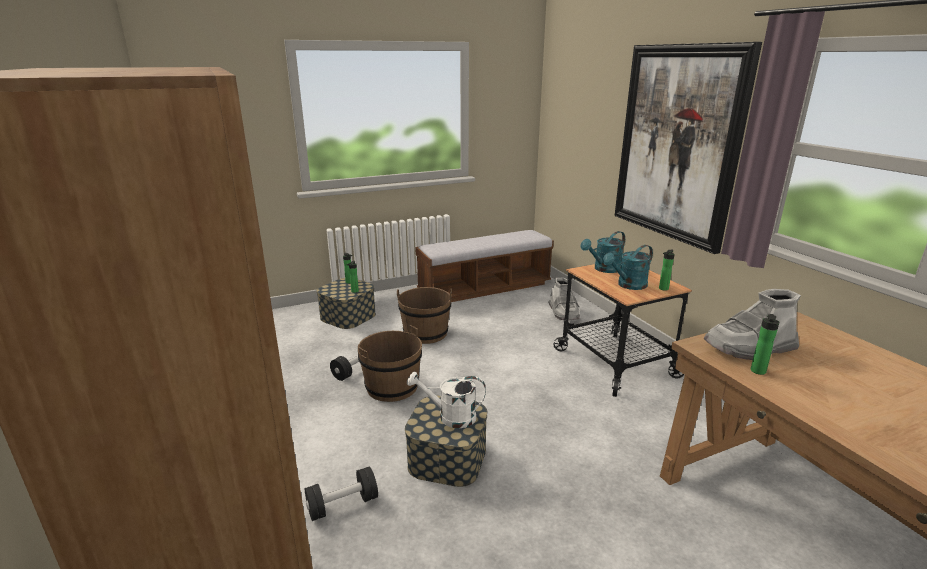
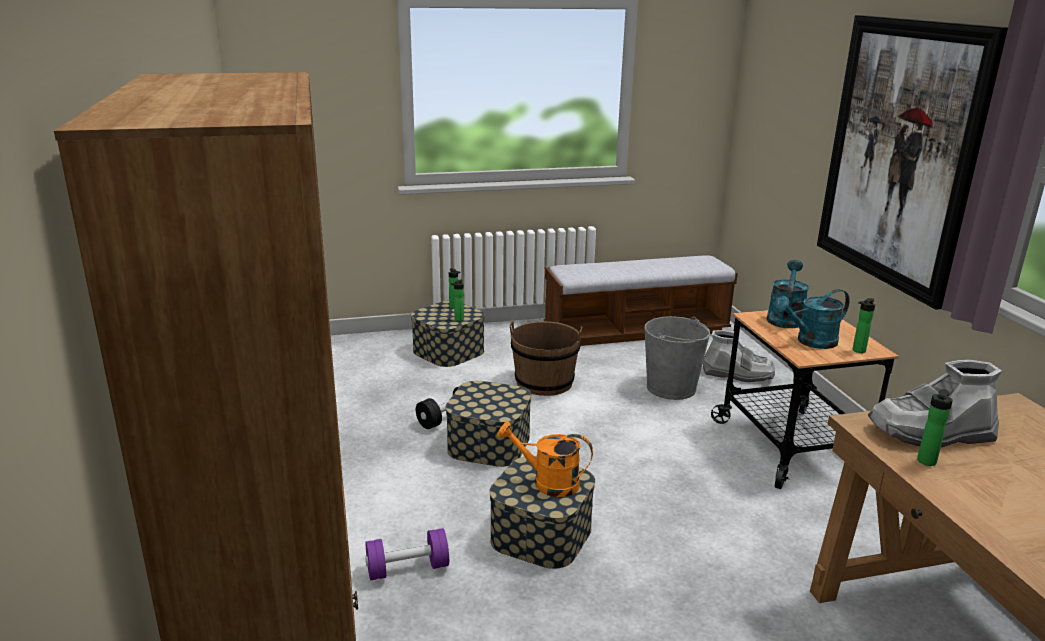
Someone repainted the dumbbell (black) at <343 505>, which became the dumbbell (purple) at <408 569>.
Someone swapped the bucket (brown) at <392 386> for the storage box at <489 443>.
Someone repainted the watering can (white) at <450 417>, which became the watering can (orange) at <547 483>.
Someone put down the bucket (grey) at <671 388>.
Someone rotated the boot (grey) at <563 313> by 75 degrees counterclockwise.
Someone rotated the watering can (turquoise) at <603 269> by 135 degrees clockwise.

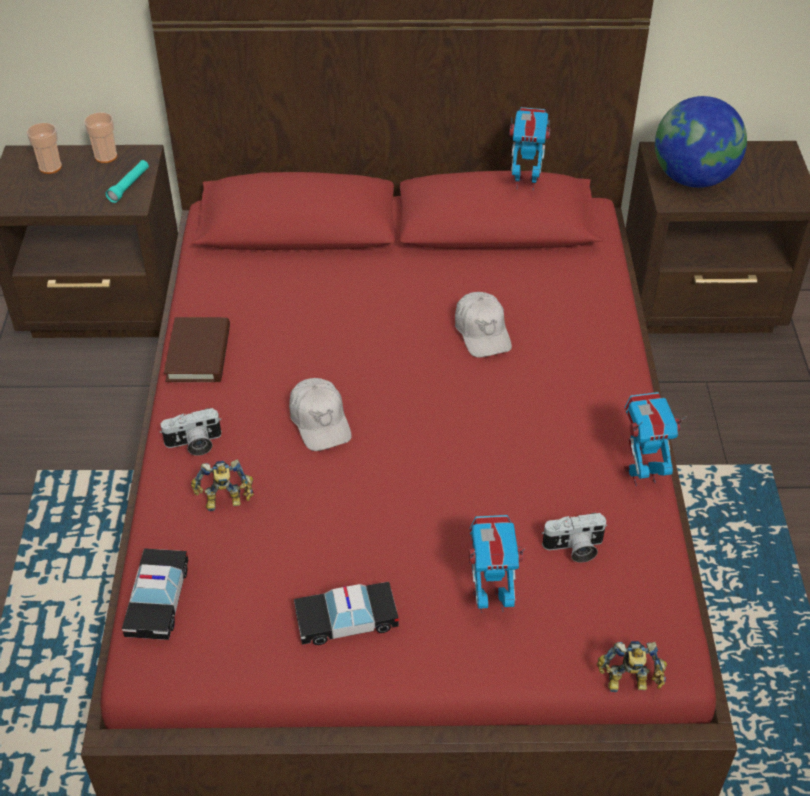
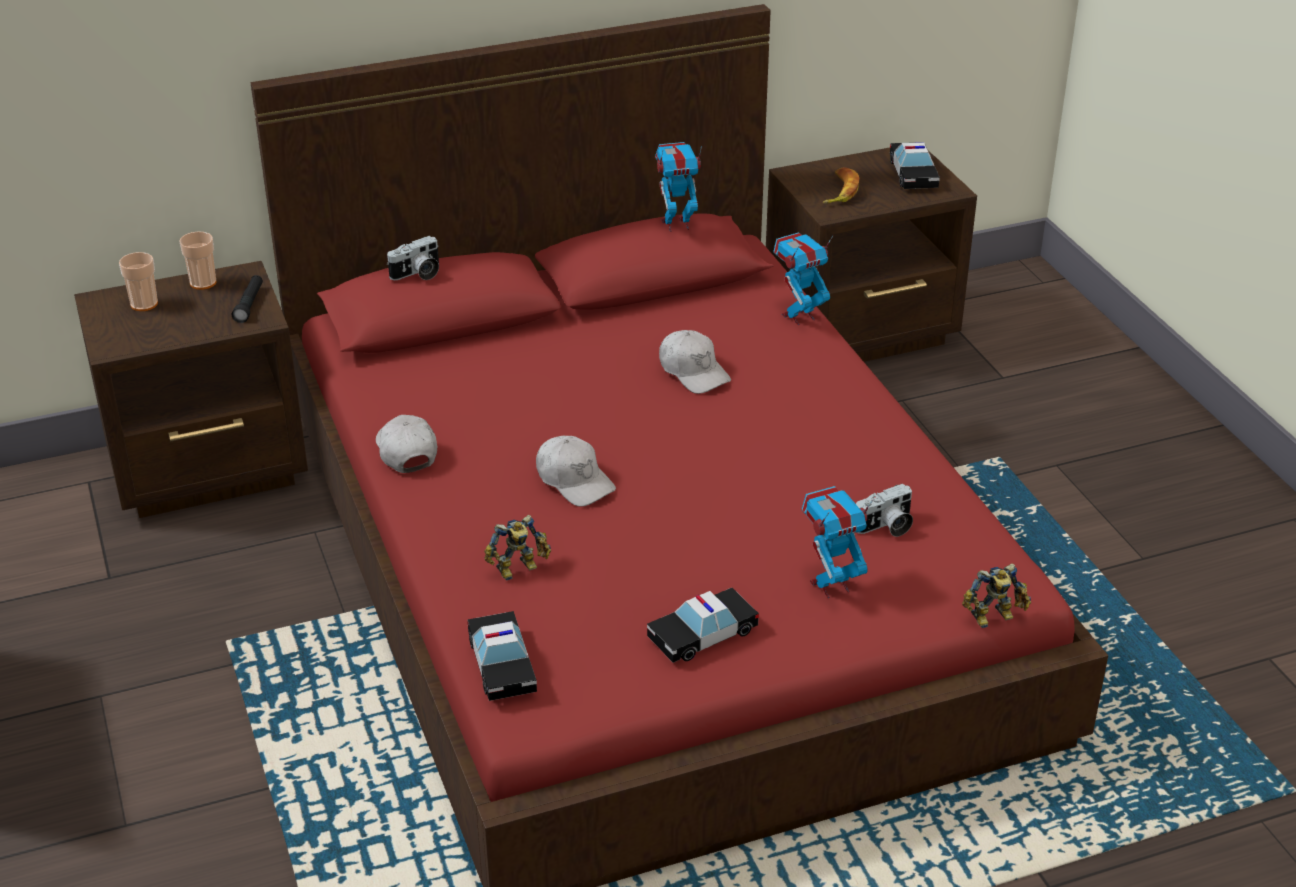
Someone repainted the flashlight (turquoise) at <129 186>, which became the flashlight (black) at <249 305>.
Someone swapped the book (brown) at <198 354> for the cap (white) at <406 451>.
Someone carried the photo camera from <194 444> to <418 274>.
Someone carried the toy robot from <641 474> to <799 316>.
Someone swapped the globe at <692 179> for the banana at <839 191>.
Someone put down the toy car at <913 174>.

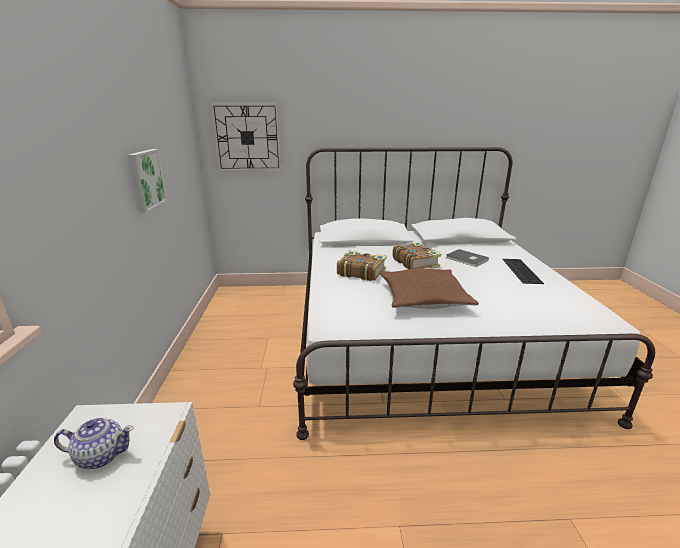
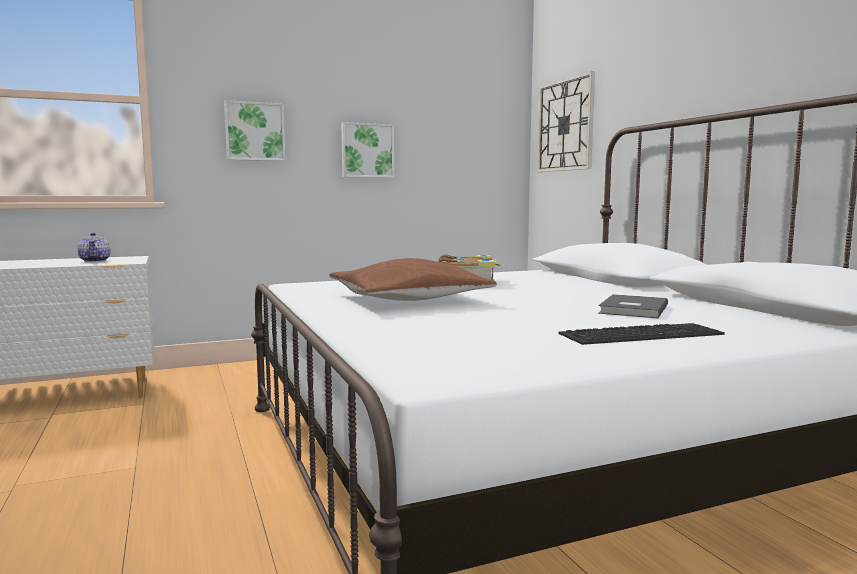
Someone put up the picture at <254 131>.
Someone took away the book at <415 262>.

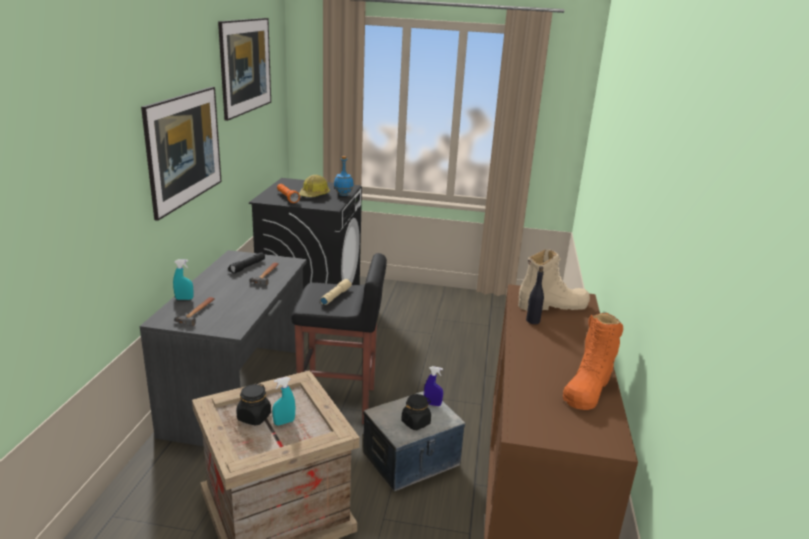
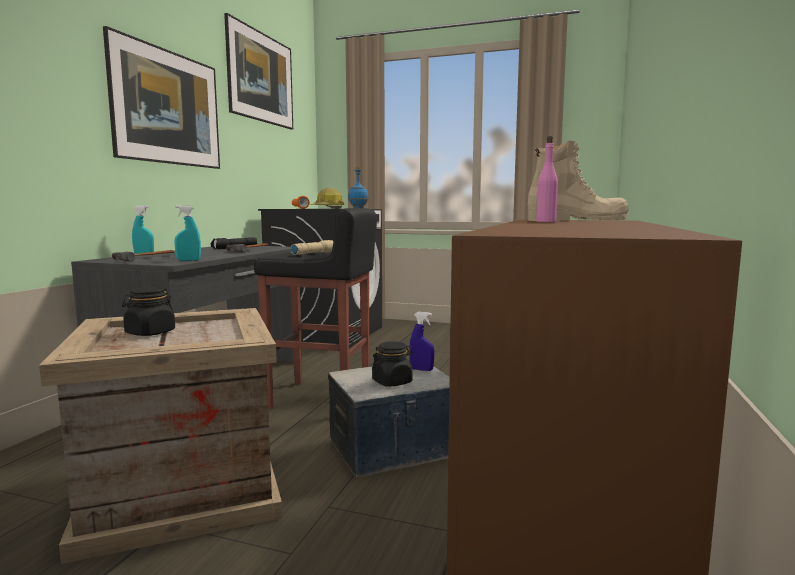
Someone carried the spray bottle (turquoise) from <284 422> to <188 260>.
Someone repainted the bottle (black) at <532 321>, which became the bottle (pink) at <545 221>.
Someone took away the boot (orange) at <588 387>.

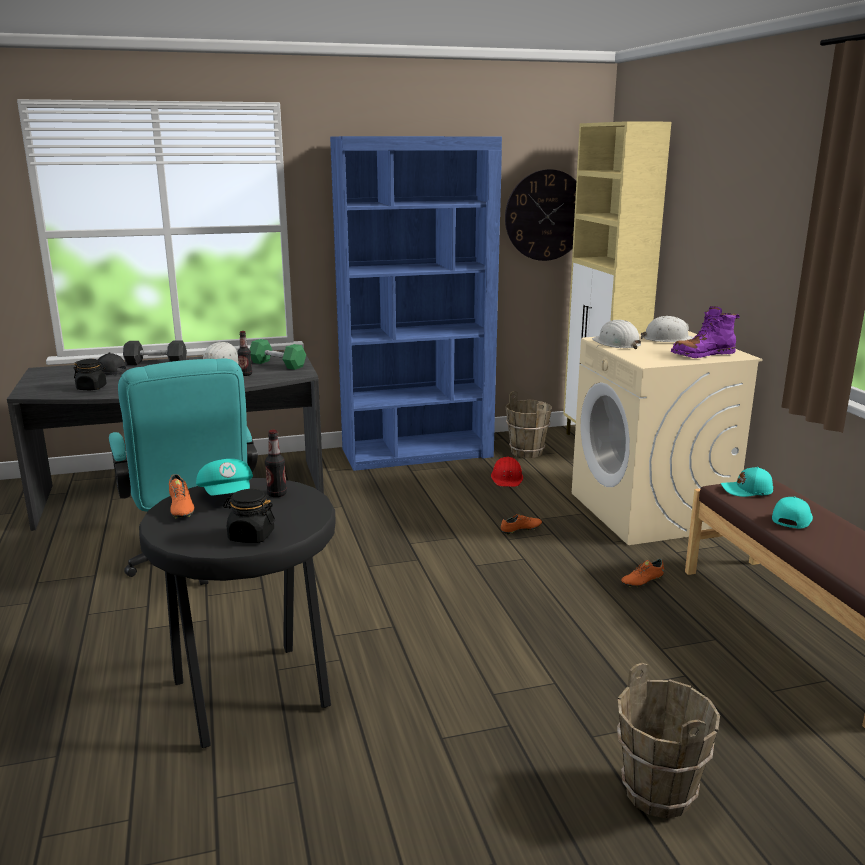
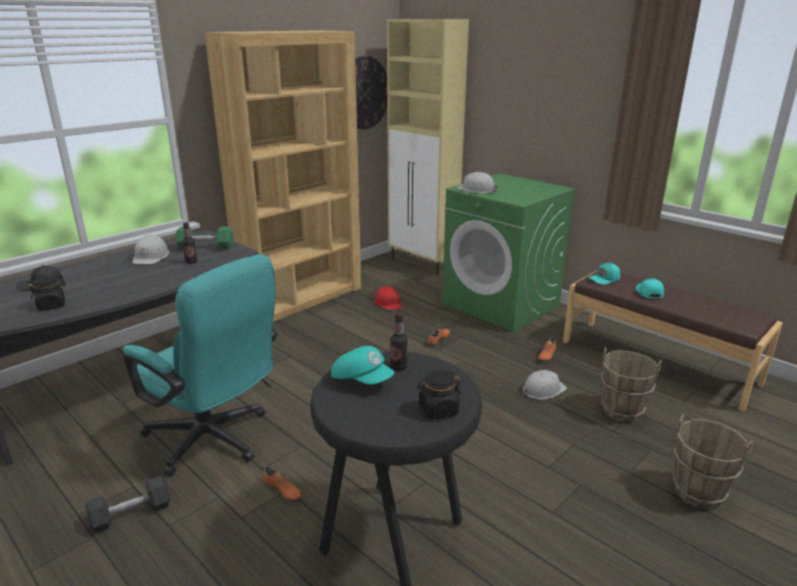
Someone carried the dumbbell (grey) from <156 363> to <131 514>.
Someone repainted the bookcase (blue) at <417 453>, which became the bookcase (brown) at <302 297>.
Someone carried the shoe (orange) from <180 508> to <282 490>.
Someone repainted the washing machine (beige) at <650 511>, which became the washing machine (green) at <501 305>.
Someone carried the hard hat (white) from <668 339> to <543 390>.
Someone carried the bucket (brown) from <527 452> to <621 411>.
Someone took away the boot (purple) at <702 355>.

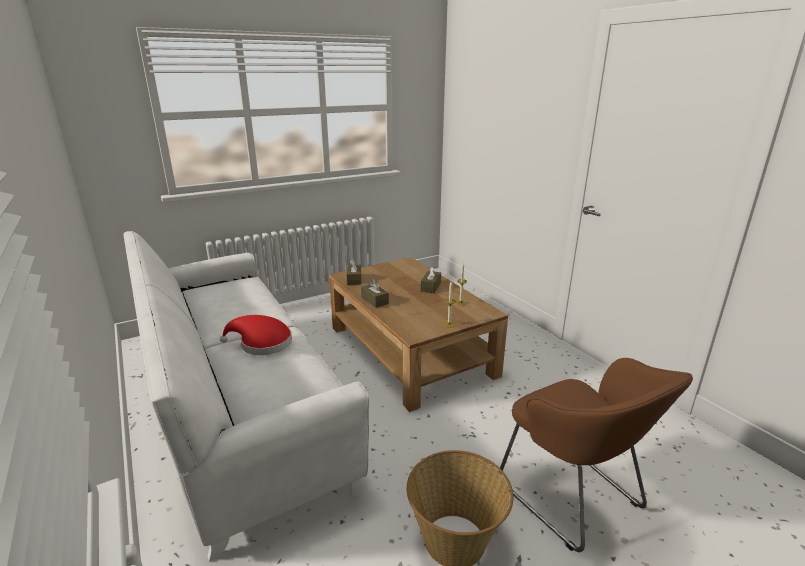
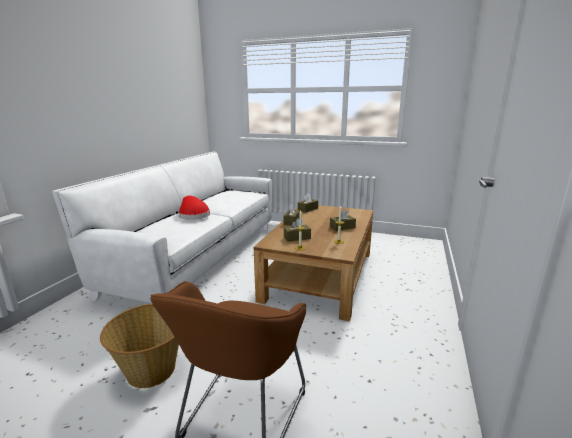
Someone put down the tissue box (brown) at <297 238>.

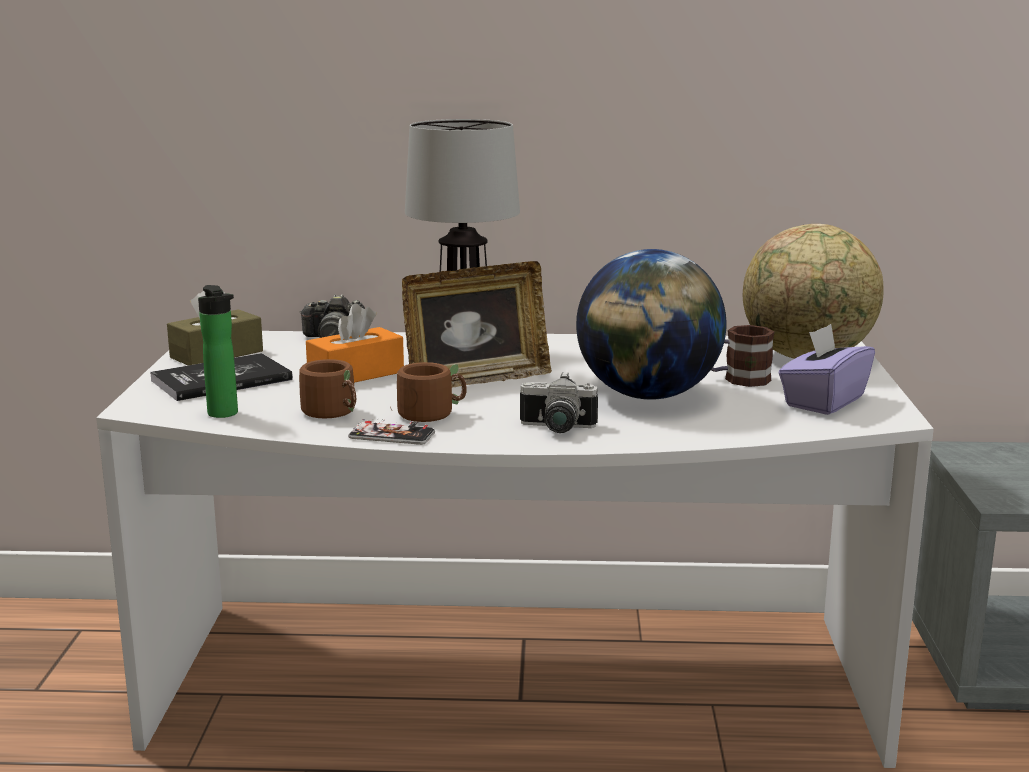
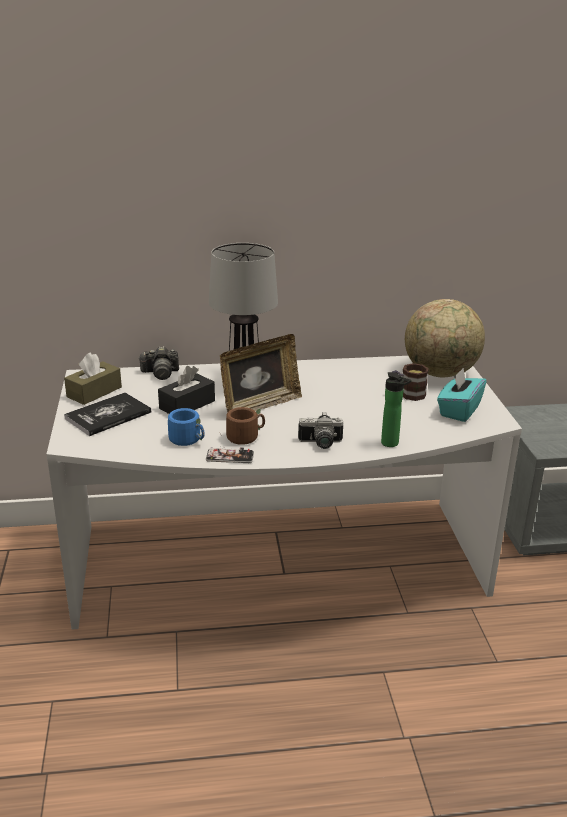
Someone repainted the tissue box (orange) at <356 374>, which became the tissue box (black) at <187 405>.
Someone repainted the mug (brown) at <335 412>, which became the mug (blue) at <189 439>.
Someone carried the bottle from <225 414> to <392 444>.
Someone repainted the tissue box (purple) at <823 401>, which became the tissue box (turquoise) at <459 410>.
Someone took away the globe at <648 396>.

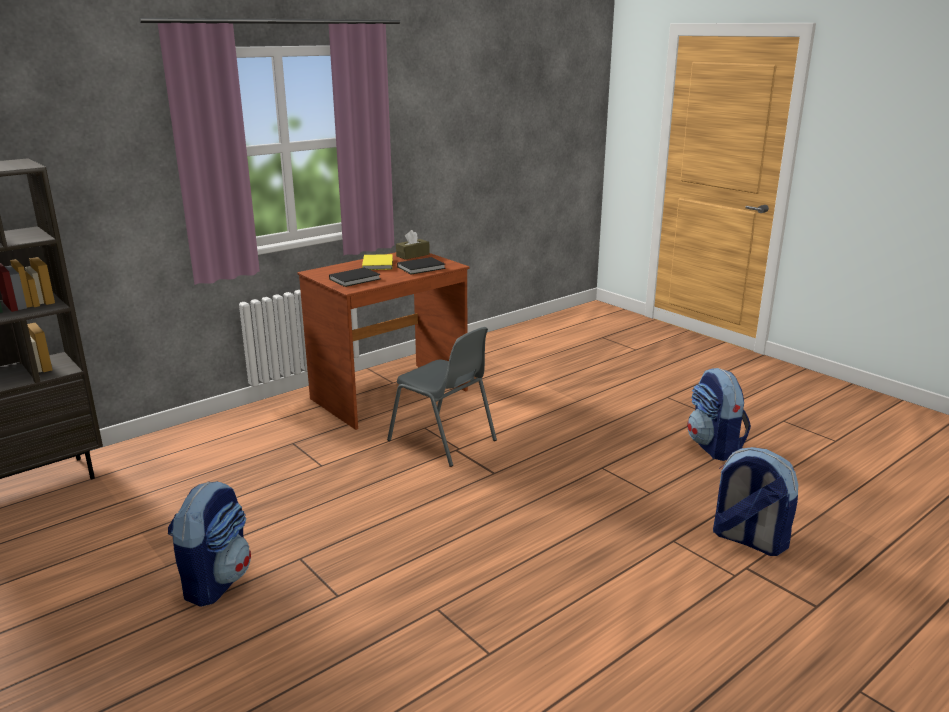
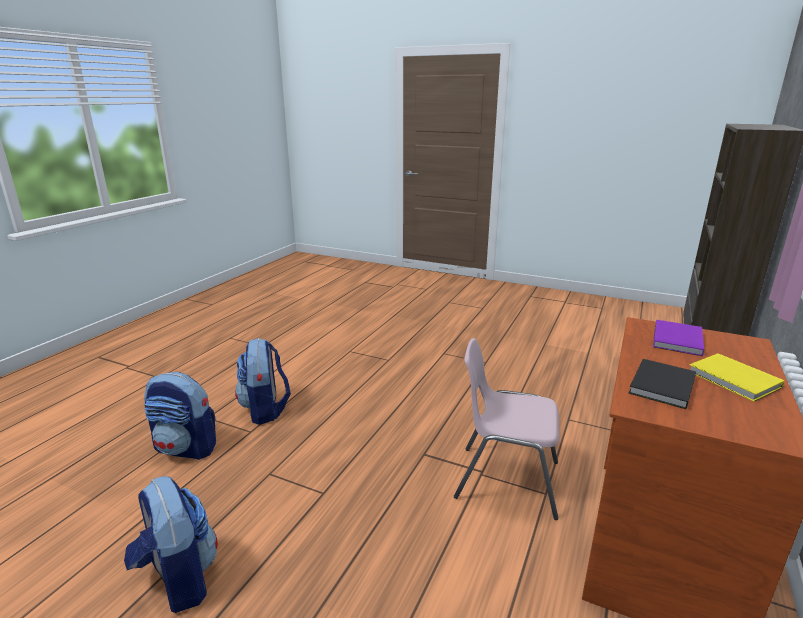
Someone carried the backpack from <216 581> to <265 409>.
Someone repainted the chair (grey) at <443 441>, which became the chair (pink) at <505 479>.
Someone repainted the book (black) at <356 279>, which became the book (purple) at <676 340>.
Someone took away the tissue box (brown) at <413 255>.

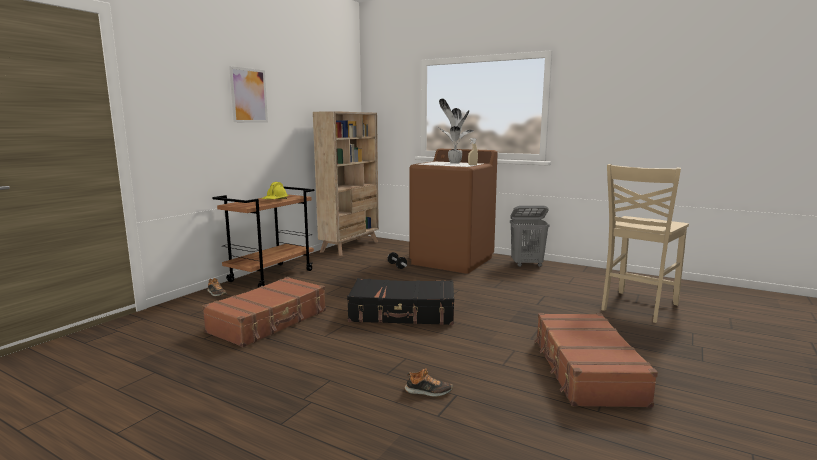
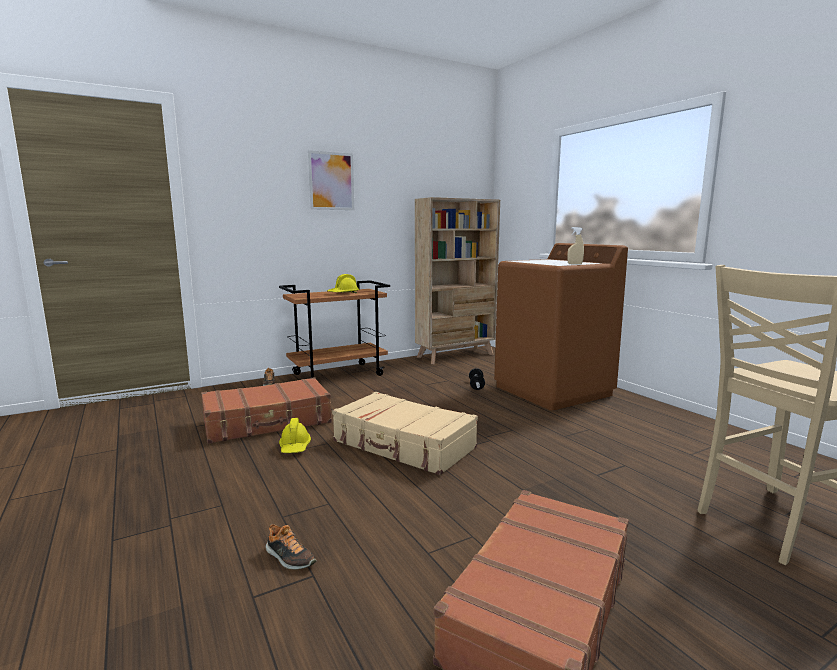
Someone put down the hard hat (yellow) at <295 447>.
Someone repainted the suitcase (black) at <403 313>, which became the suitcase (beige) at <403 445>.
Someone took away the potted plant at <453 163>.
Someone took away the laundry basket (grey) at <527 264>.

